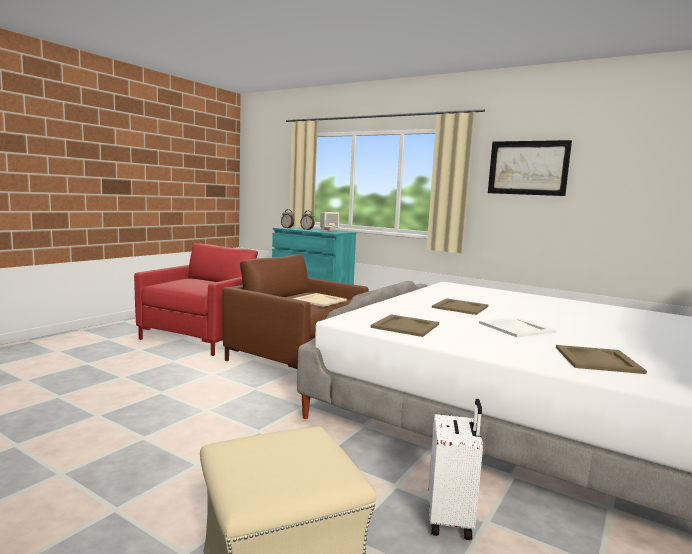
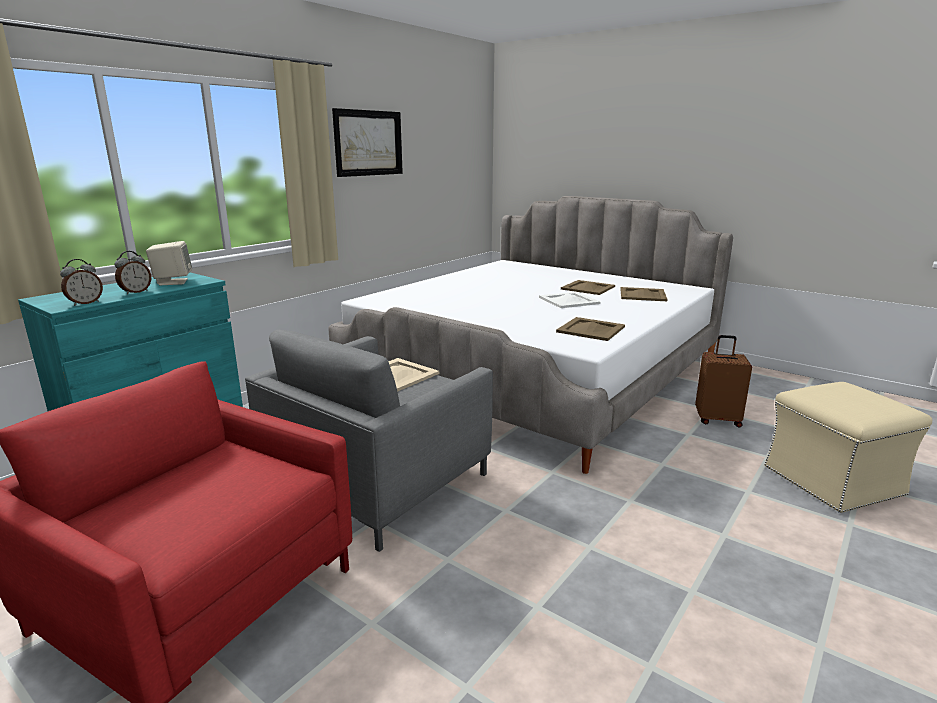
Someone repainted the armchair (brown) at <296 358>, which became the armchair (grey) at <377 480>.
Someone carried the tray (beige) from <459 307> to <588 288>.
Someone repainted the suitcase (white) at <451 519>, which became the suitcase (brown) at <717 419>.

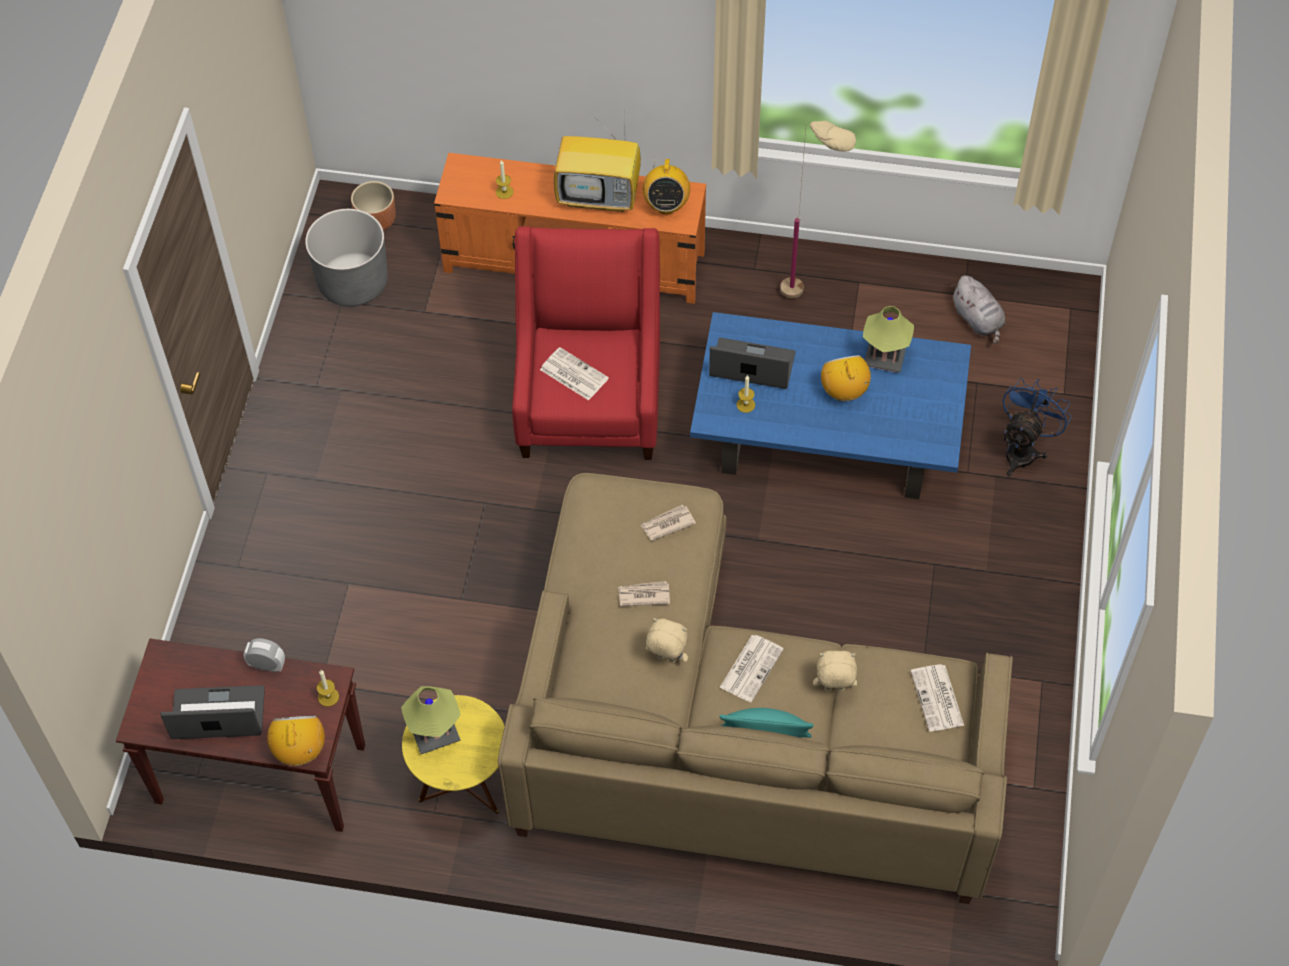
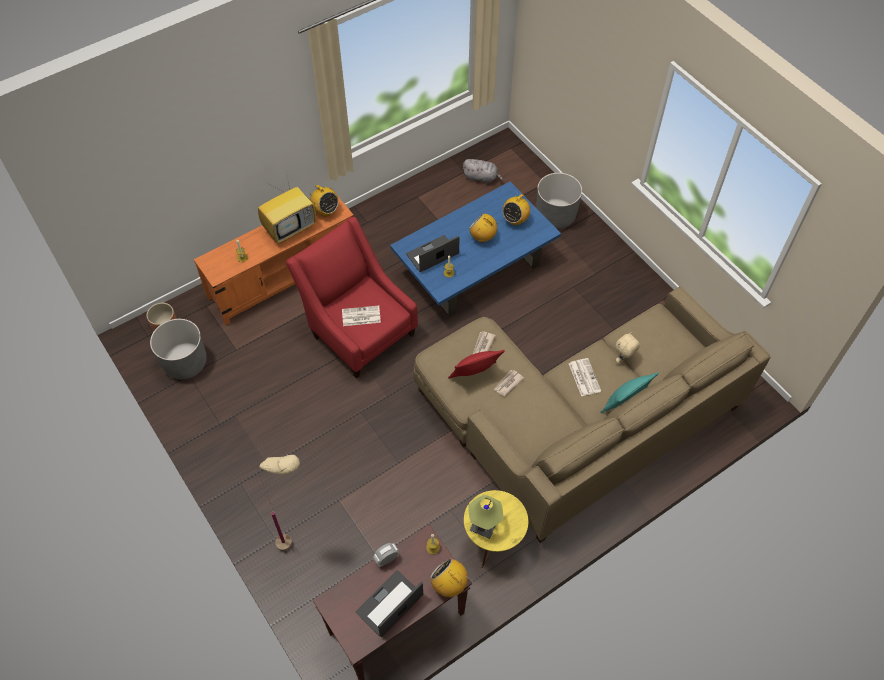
Someone carried the floor lamp (beige) from <808 302> to <298 542>.
Someone put down the pillow (red) at <474 375>.
Someone put down the radio at <515 220>.
Someone swapped the fan (blue) at <1023 450> for the planter (grey) at <555 215>.
Someone took away the plush toy (beige) at <666 660>.
Someone took away the table lamp at <884 359>.
Someone took away the newspaper at <938 699>.

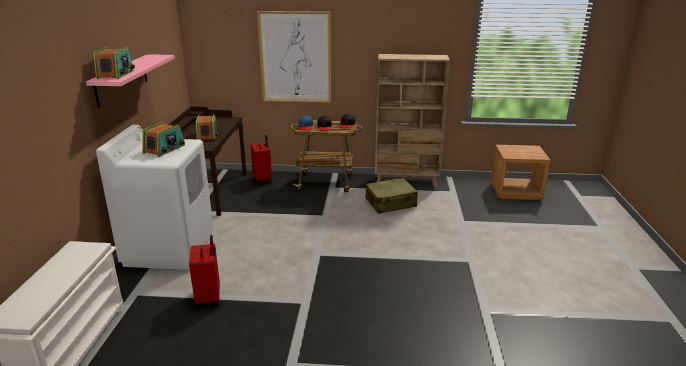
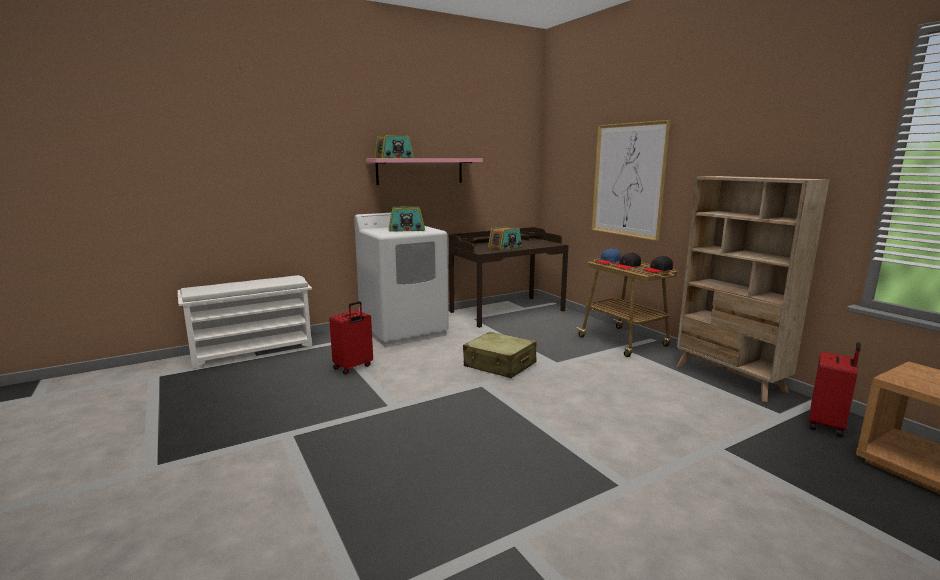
Someone carried the suitcase (beige) from <391 203> to <500 365>.
Someone carried the suitcase (red) from <263 180> to <827 425>.

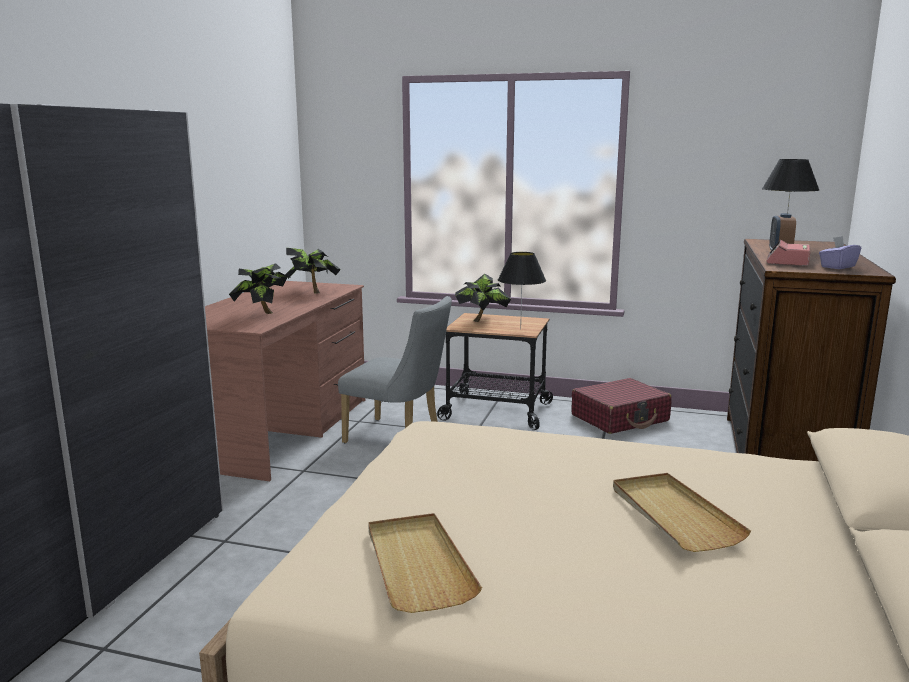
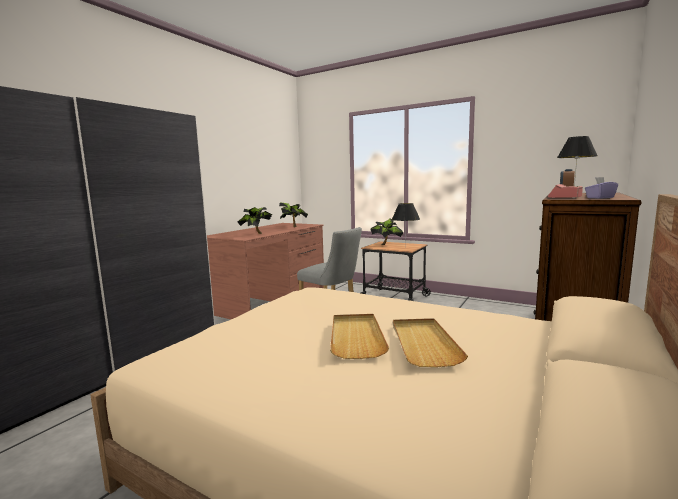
Someone carried the tray (beige) from <417 564> to <356 337>.
Someone took away the suitcase (red) at <620 418>.

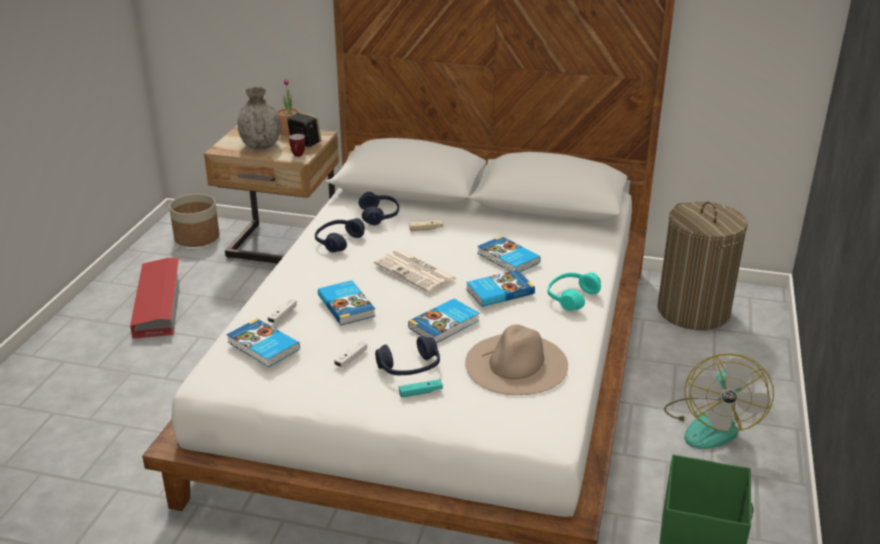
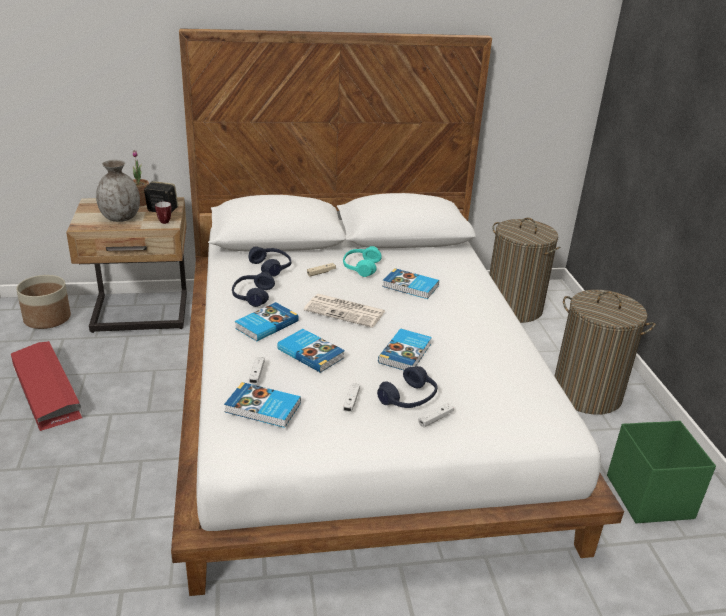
Someone carried the book from <499 291> to <265 324>.
Someone carried the headphones (turquoise) from <571 297> to <361 267>.
Someone repainted the game controller (turquoise) at <420 392>, which became the game controller (white) at <435 419>.
Someone swapped the fan at <711 424> for the laundry basket at <587 393>.
Someone took away the hat (beige) at <516 364>.

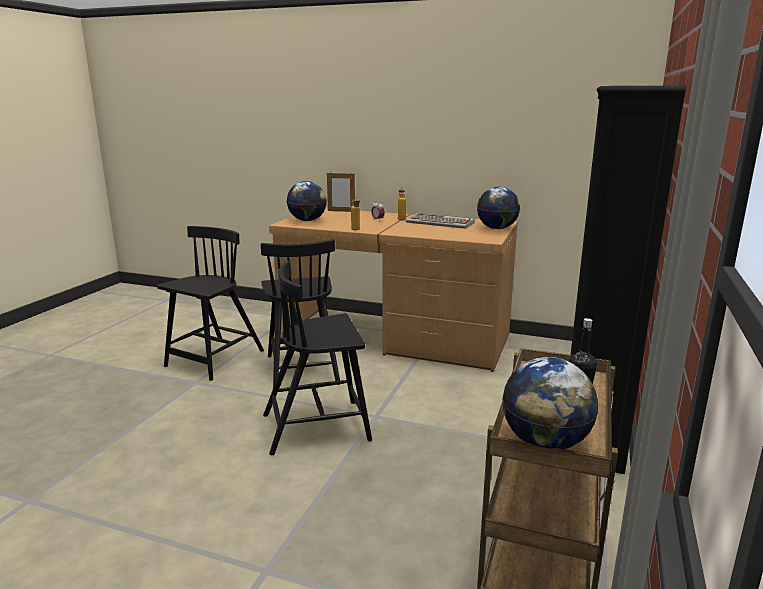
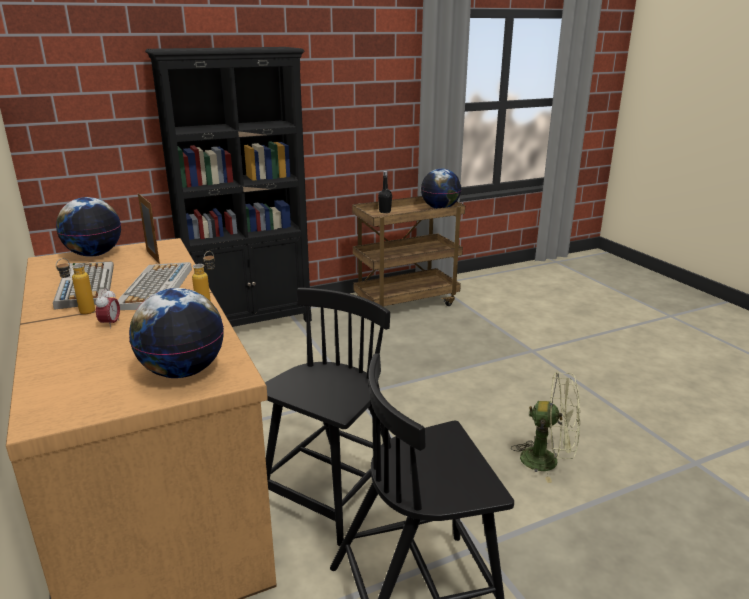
Someone put down the keyboard at <156 288>.
Someone carried the picture frame from <341 211> to <152 257>.
Someone put down the fan (green) at <548 461>.
Someone took away the chair (black) at <318 427>.

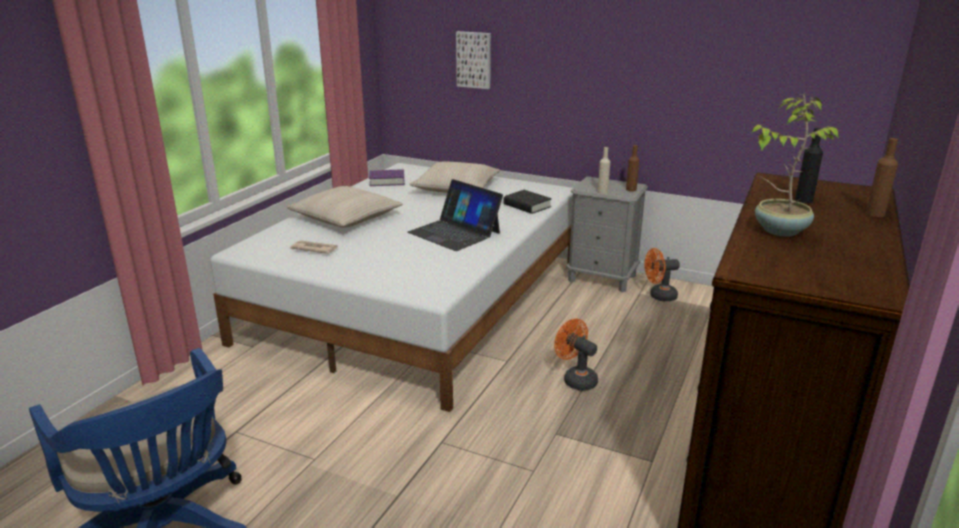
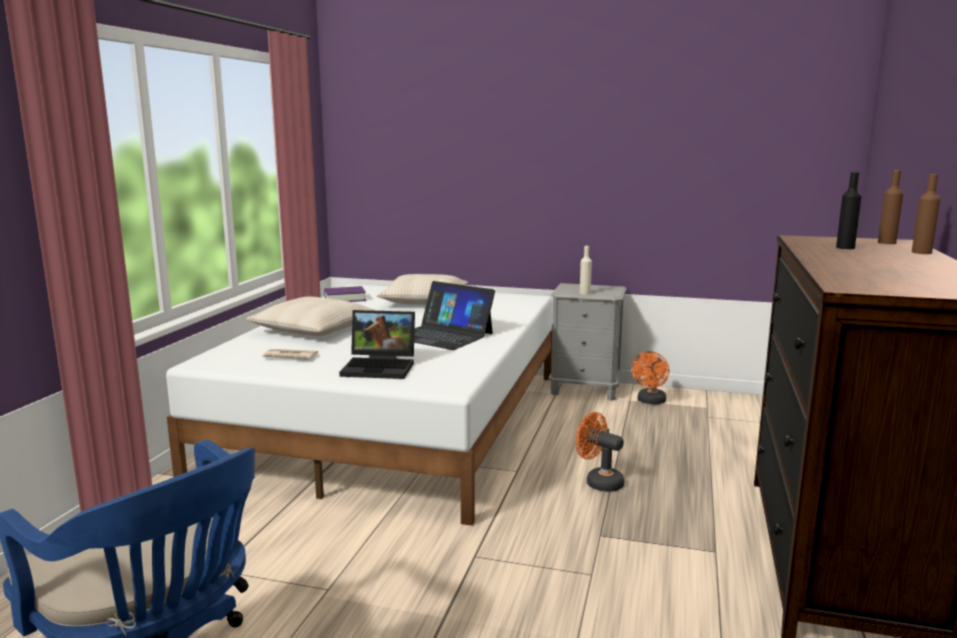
Someone put down the laptop at <381 367>.
Someone rotated the fan (orange) at <659 296> by 45 degrees counterclockwise.
Someone carried the bottle (brown) from <631 189> to <886 243>.
Someone took away the picture at <474 59>.
Someone took away the book (black) at <527 206>.
Someone took away the potted plant at <779 230>.

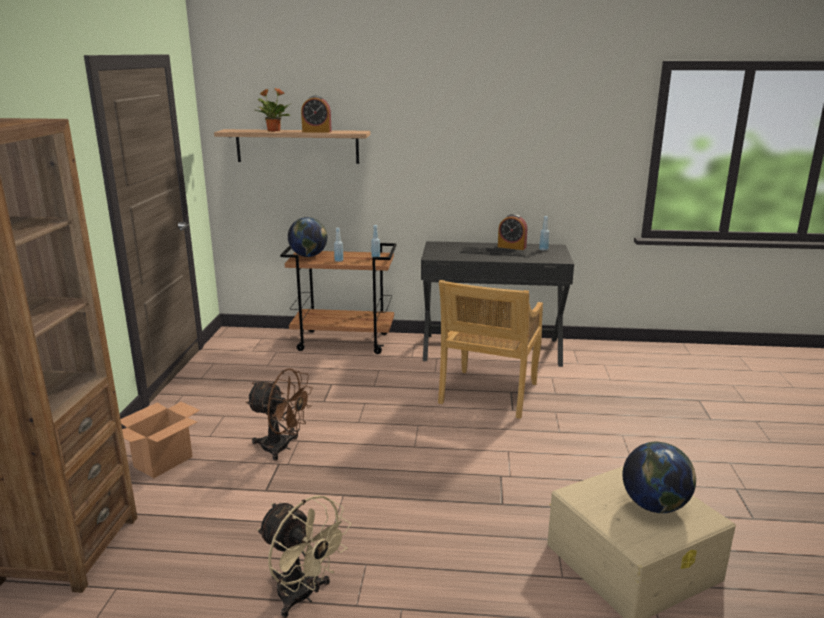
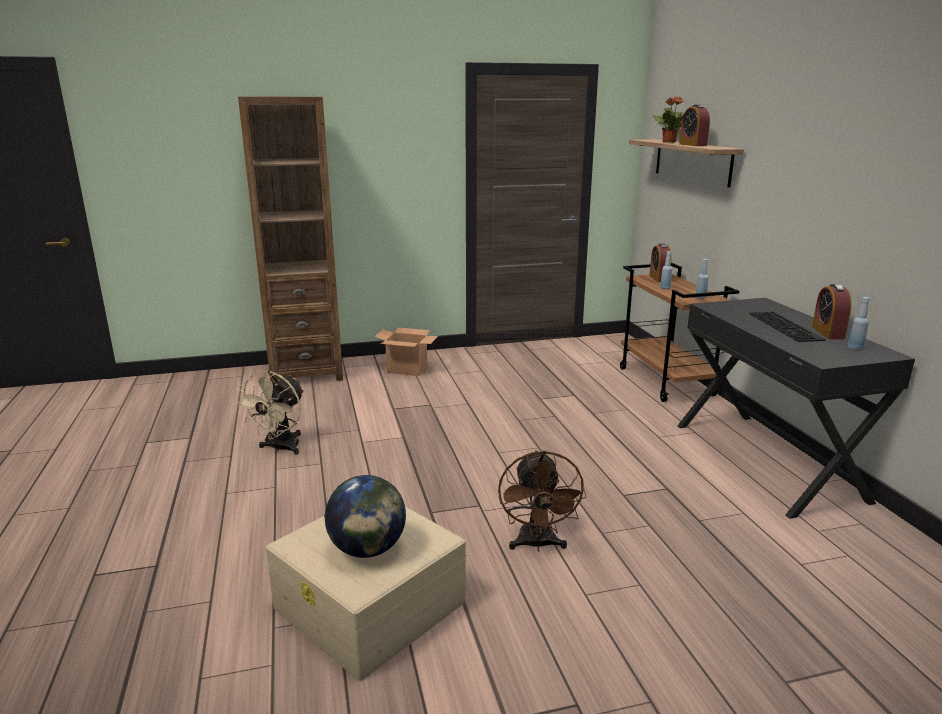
Someone carried the fan (brown) from <282 448> to <537 545>.
Someone swapped the globe at <308 256> for the alarm clock at <659 278>.
Someone took away the chair (beige) at <488 394>.

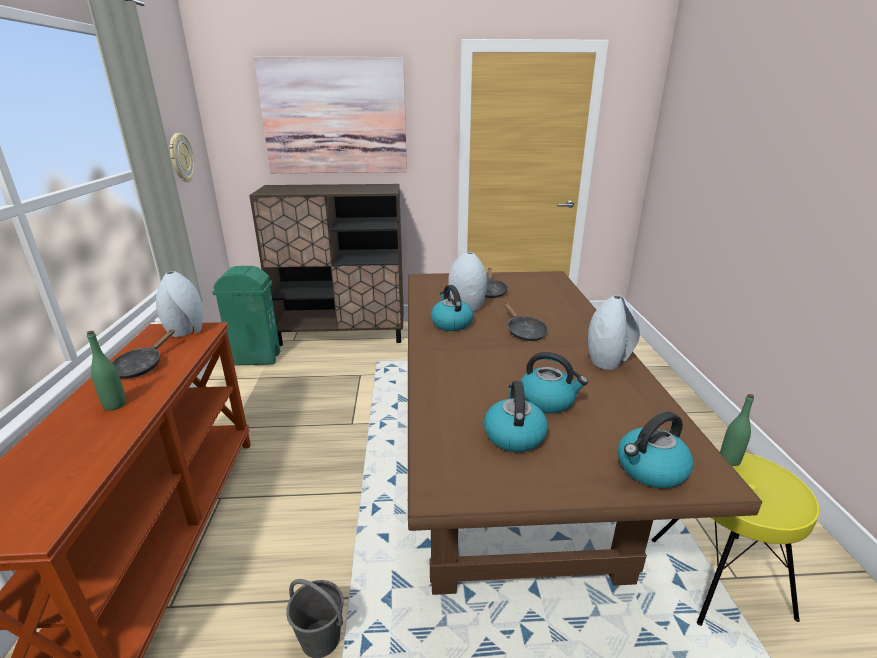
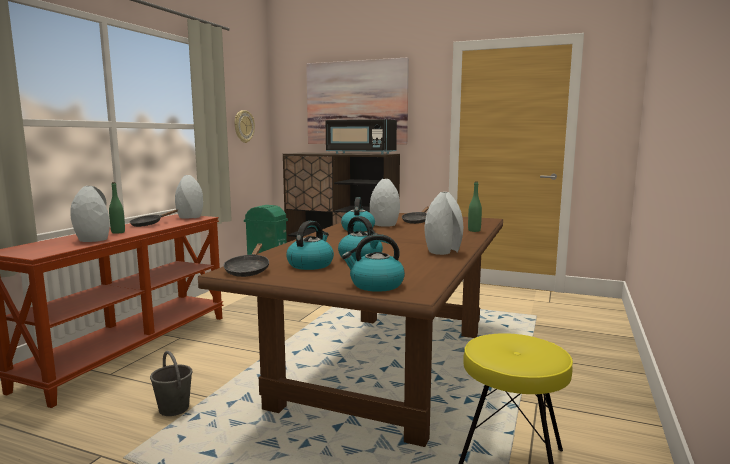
Someone put down the vase (grey) at <93 239>.
Someone carried the frying pan (black) from <524 332> to <248 270>.
Someone put down the microwave (black) at <360 153>.
Someone carried the bottle (green) from <729 460> to <474 230>.

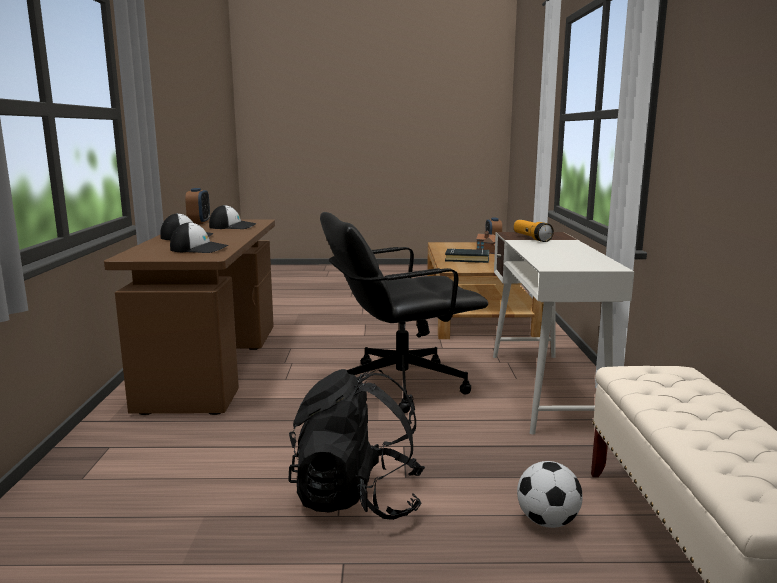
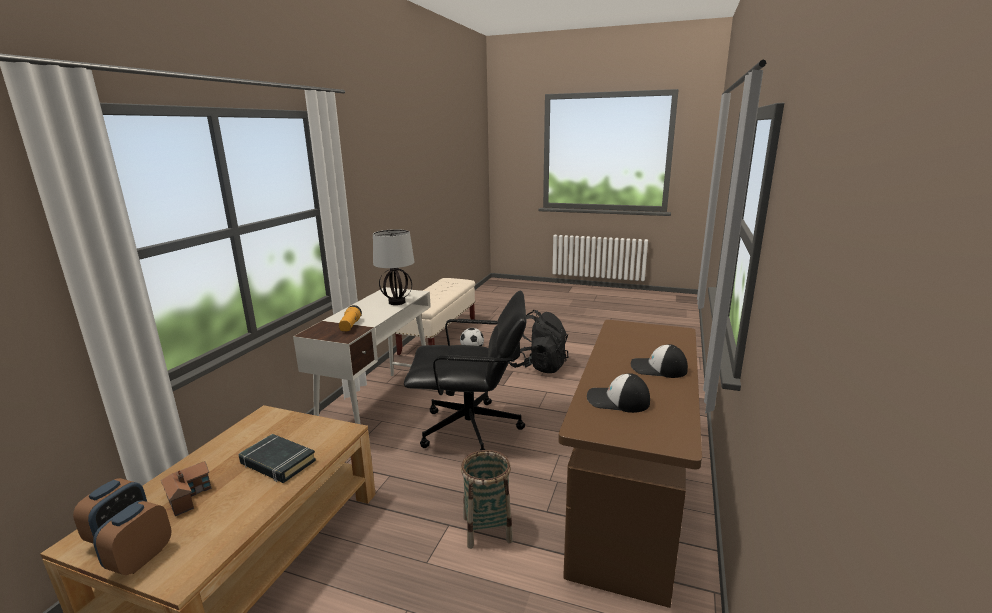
Someone carried the alarm clock from <199 222> to <140 559>.
Someone put down the table lamp at <397 302>.
Someone put down the basket at <487 529>.
Someone took away the cap at <199 249>.

